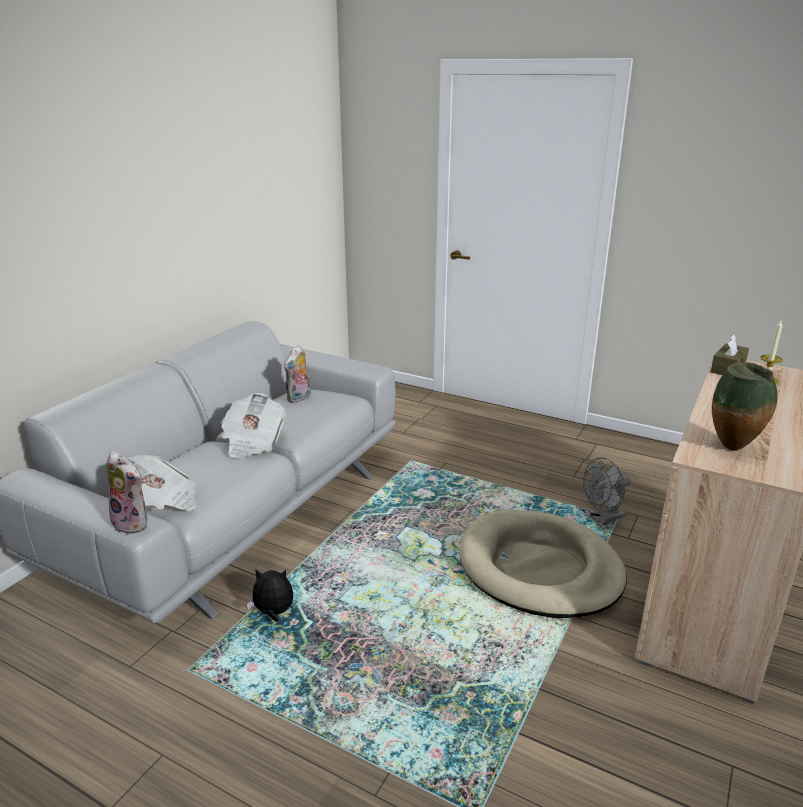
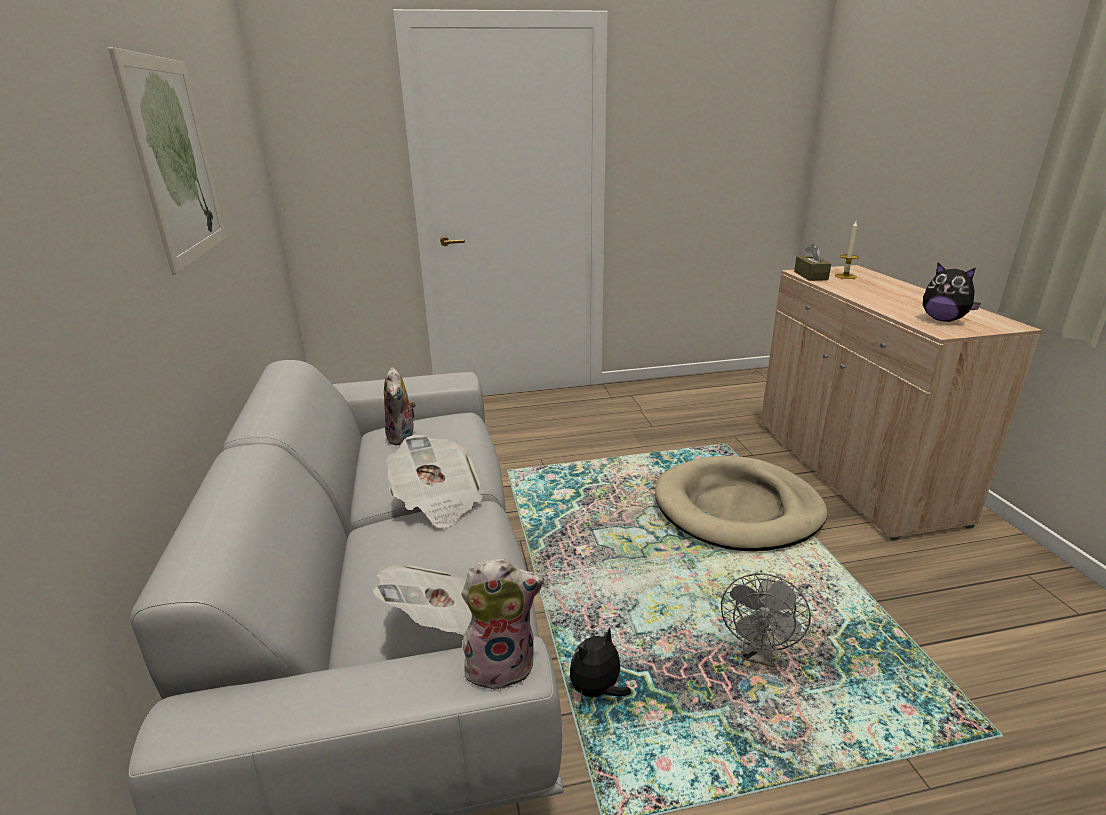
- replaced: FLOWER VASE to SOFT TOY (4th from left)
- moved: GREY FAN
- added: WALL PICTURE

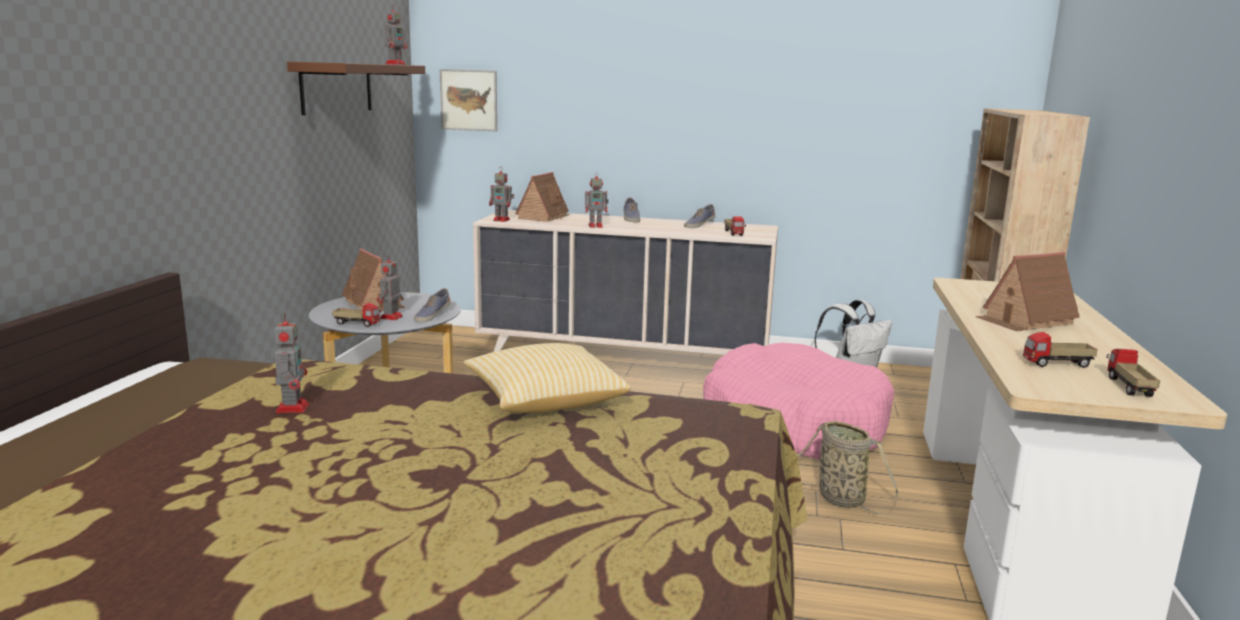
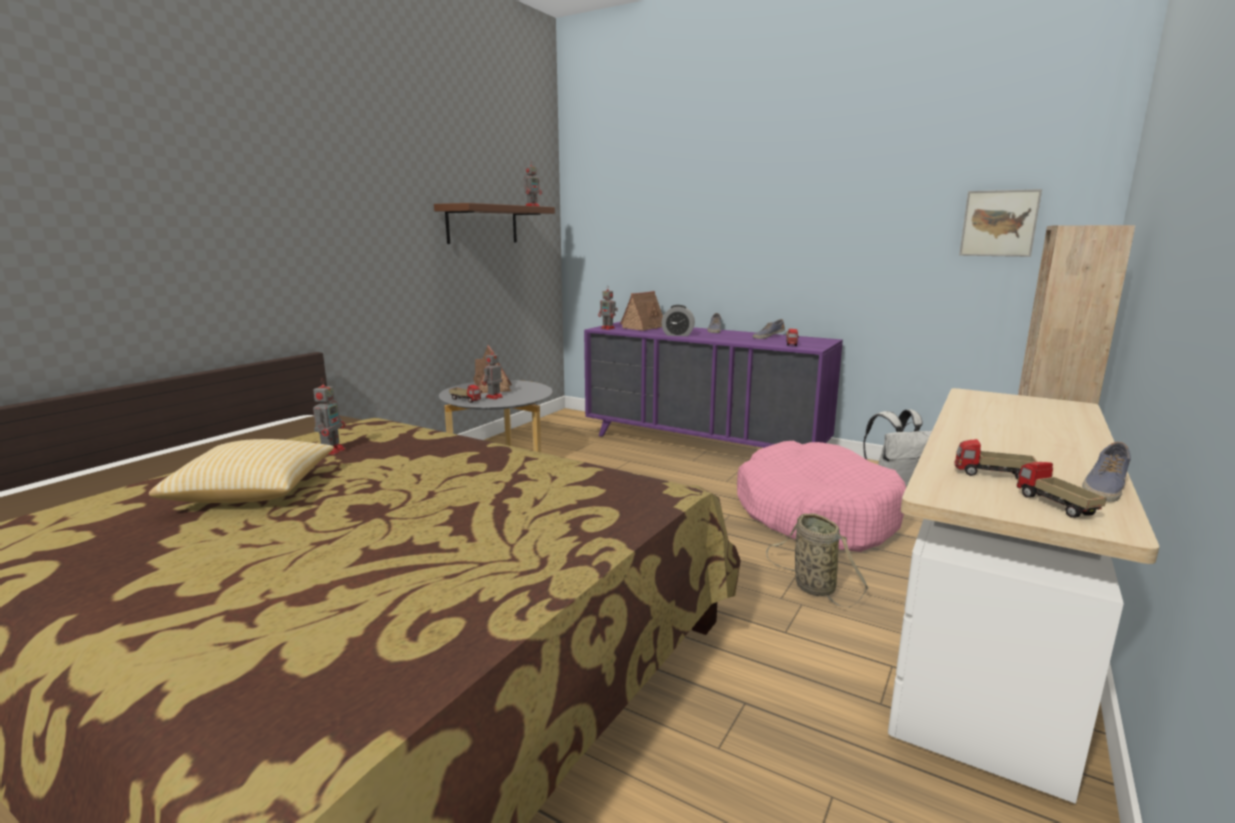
- moved: WALL PICTURE
- replaced: TOY ROBOT (5th from left) to ALARM CLOCK
- recoloured: BEIGE-COLOURED DRAWER CHEST to PURPLISH DRAWER CHEST
- removed: MODEL HOUSE (3rd from left)
- moved: ITEM OF FOOTWEAR (1st from left in the first image) to ITEM OF FOOTWEAR (3rd from left)
- moved: CUSHION
- turned: TOY TRUCK (4th from left) 45 degrees counterclockwise

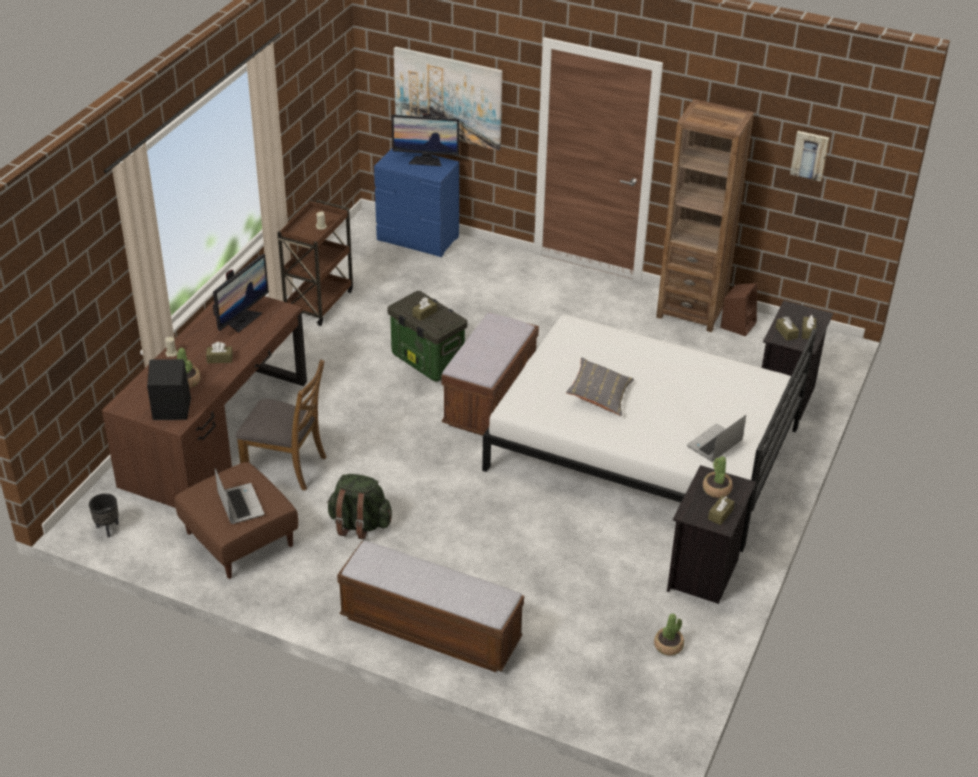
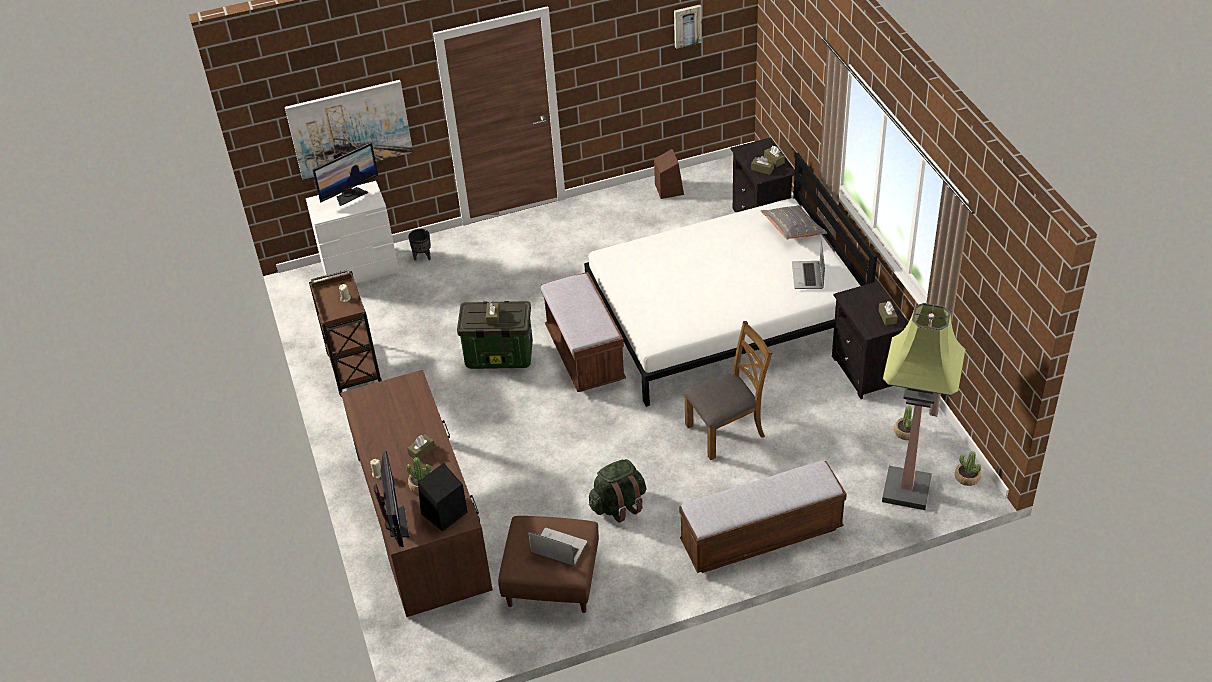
- removed: BROWNISH SHELVING UNIT
- recoloured: BLUE DRAWER CHEST to WHITE-COLOURED DRAWER CHEST
- moved: COMPUTER SCREEN (1st from left in the first image) to COMPUTER SCREEN (2nd from left)
- moved: GREY CUSHION
- moved: BROWNISH PLAIN CHAIR
- moved: HOUSEPLANT (3rd from left)
- moved: BLACKISH PLANT POT
- added: FLOOR LAMP

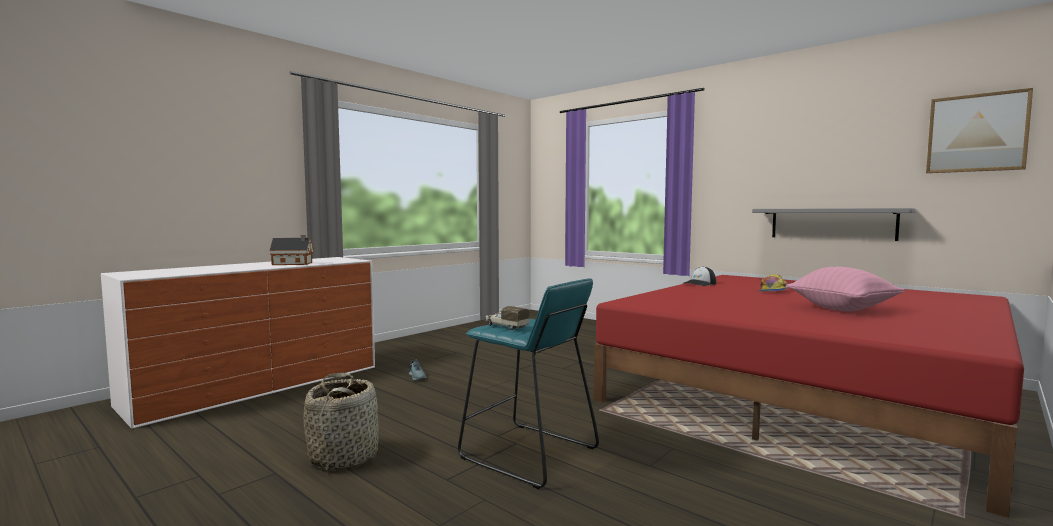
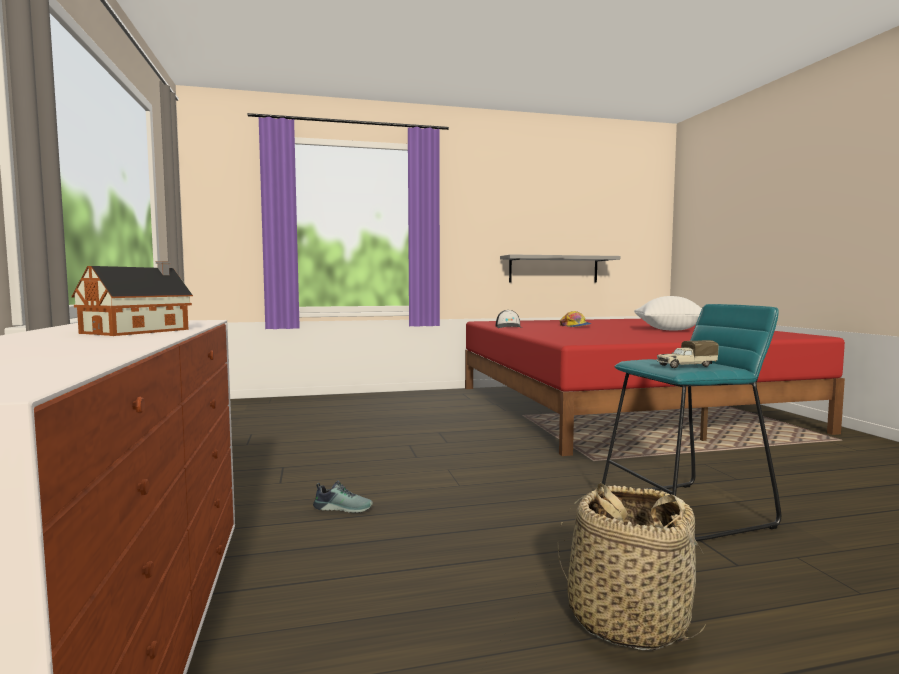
- removed: WALL PICTURE
- recoloured: PINK CUSHION to WHITE-COLOURED CUSHION

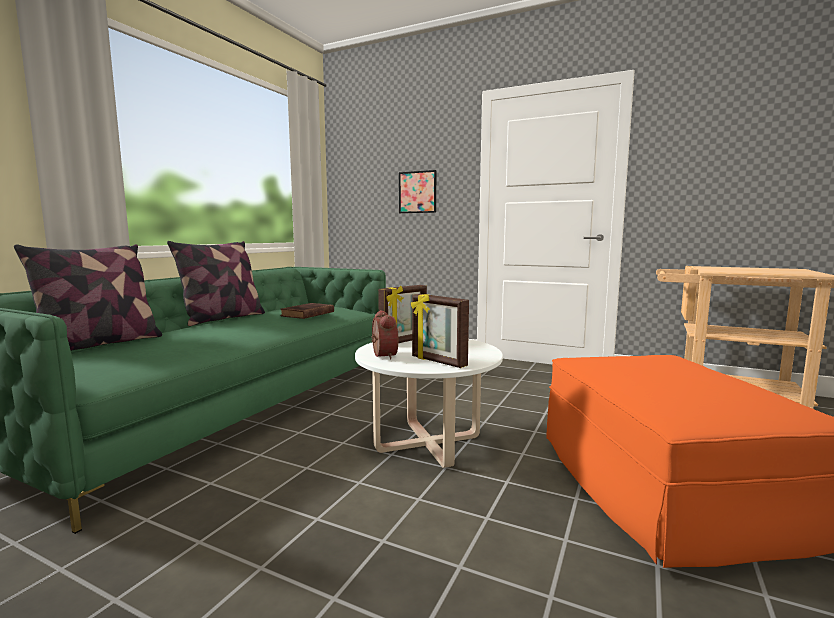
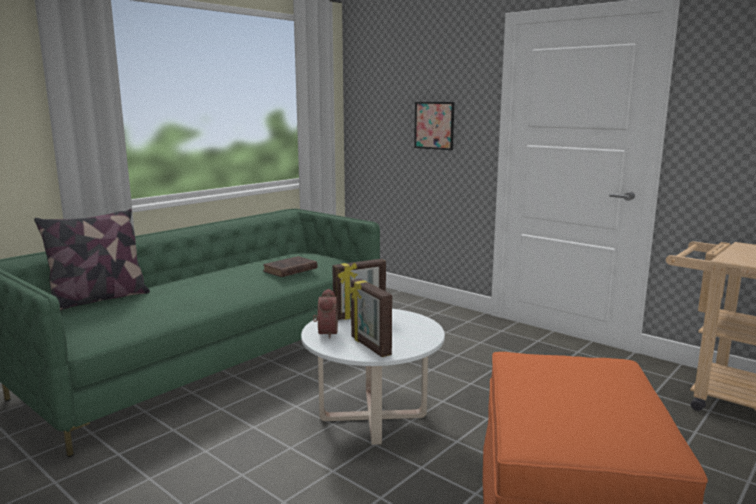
- removed: CUSHION (2nd from left)

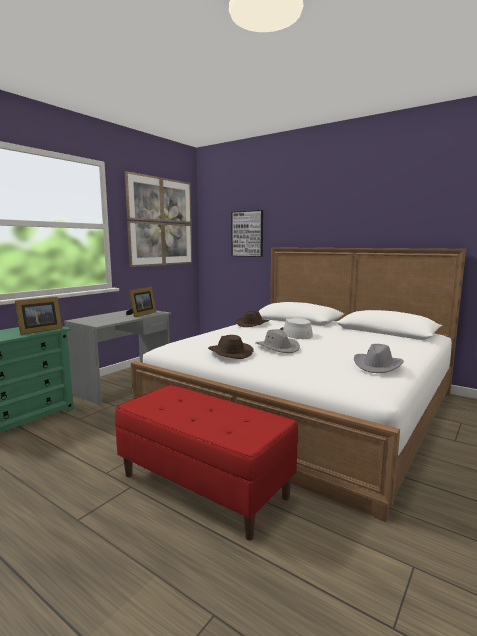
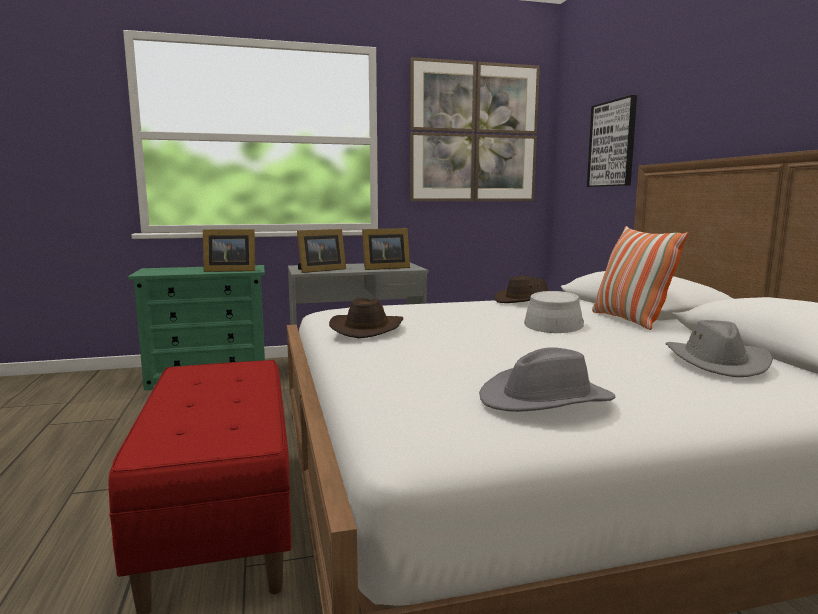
- moved: GREY WEARABLE HAT (1st from left in the first image) to GREY WEARABLE HAT (3rd from left)
- added: CUSHION
- added: PICTURE FRAME (2nd from left)

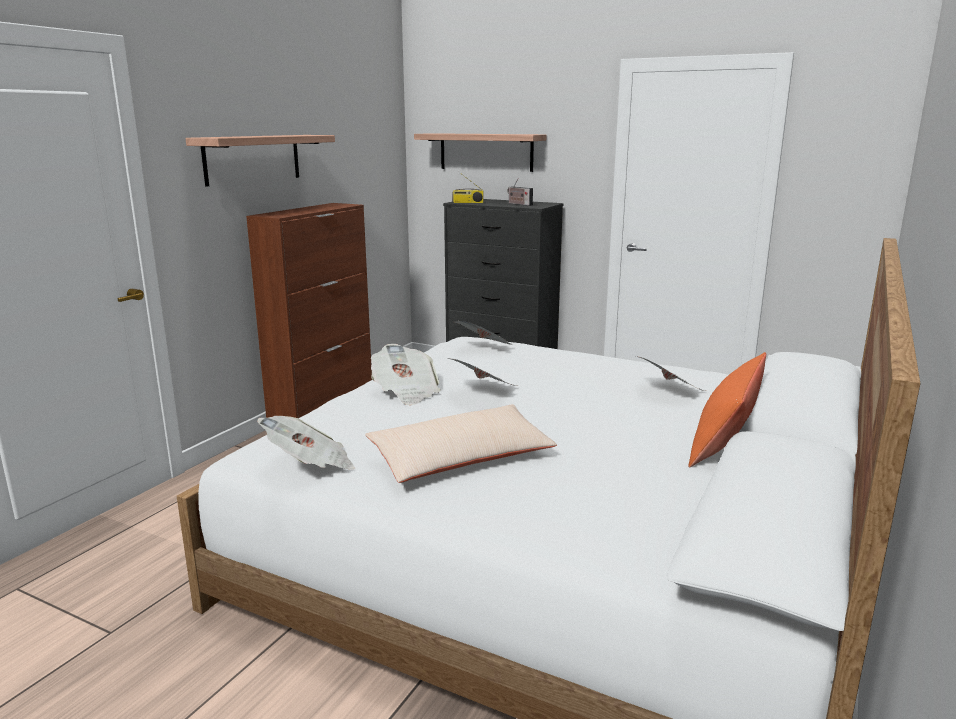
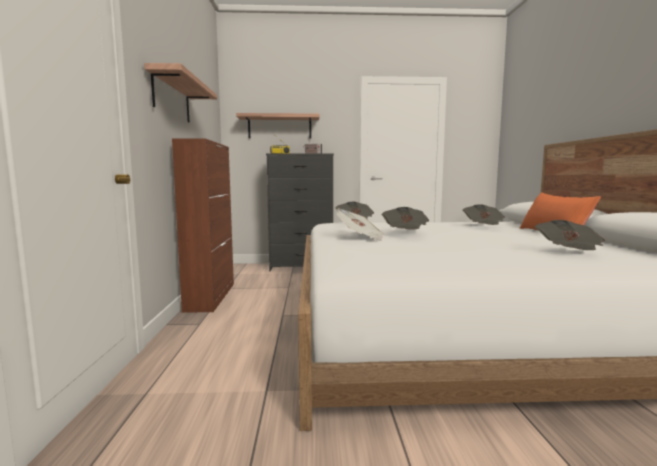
- removed: BEIGE-COLOURED CUSHION
- moved: NEWSPAPER (1st from left in the first image) to NEWSPAPER (5th from left)

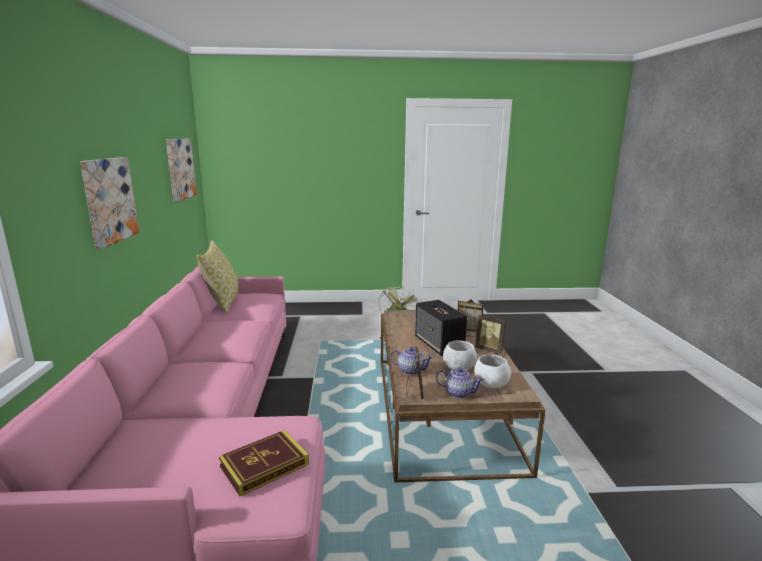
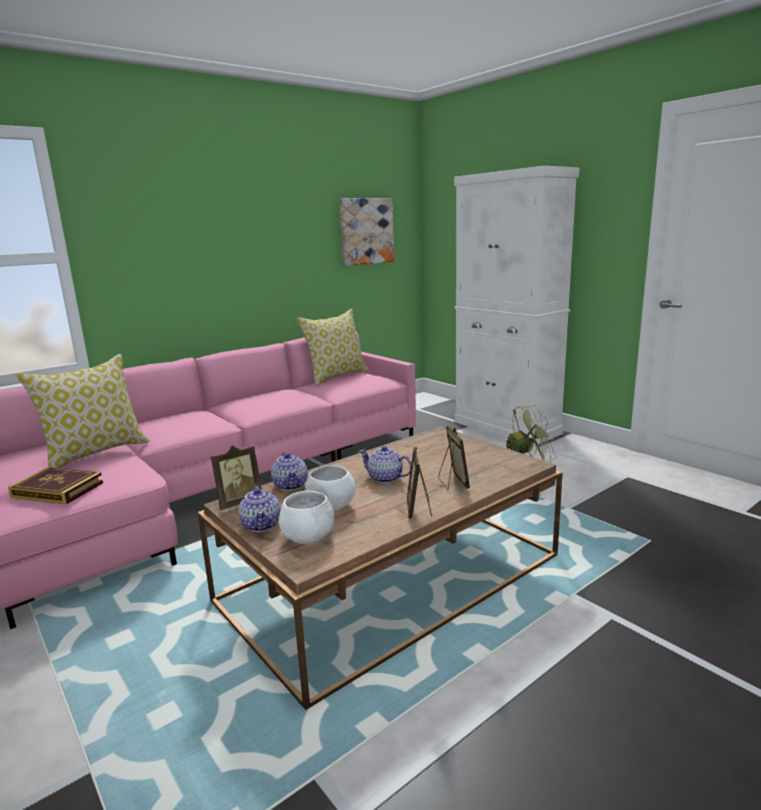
- removed: WALL PICTURE (1st from left)
- replaced: SPEAKER to TEAPOT (3rd from left)
- added: WHITE-COLOURED STORAGE CABINET
- added: CUSHION (1st from left)

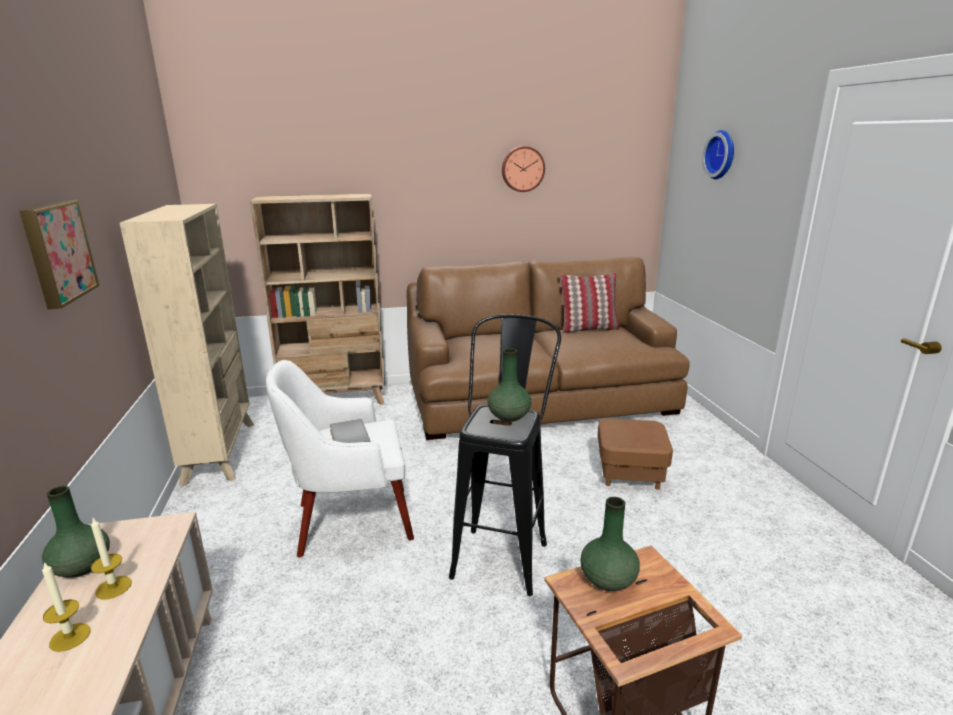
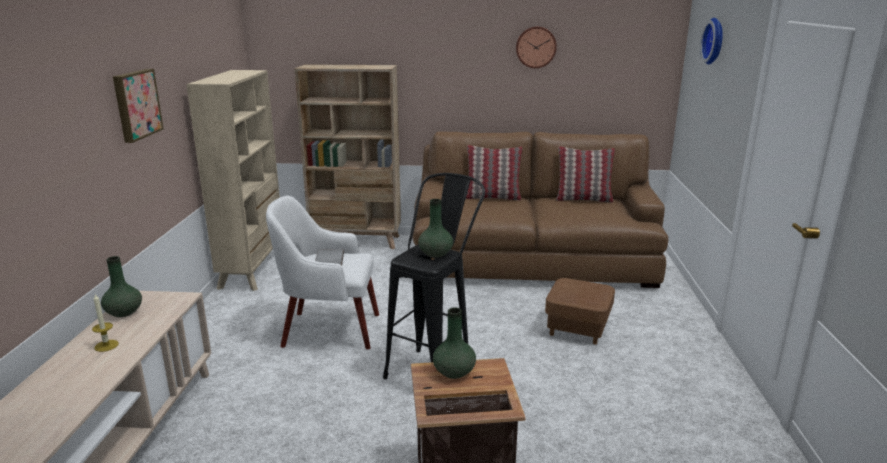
- removed: CANDLE (2nd from left)
- added: CUSHION (1st from left)

